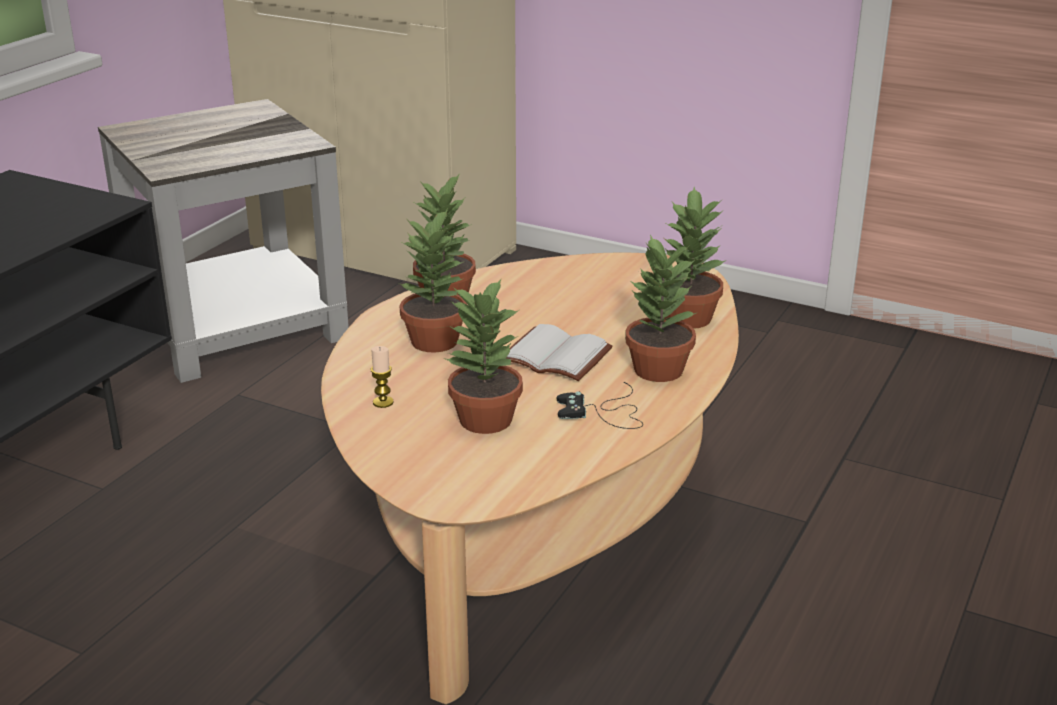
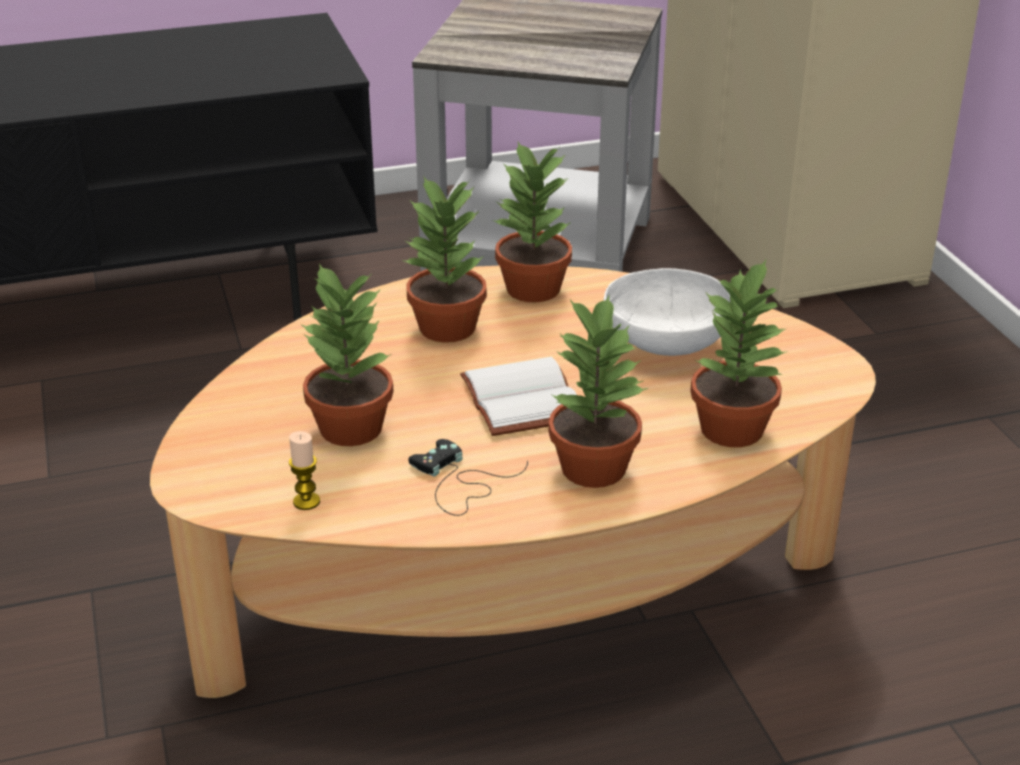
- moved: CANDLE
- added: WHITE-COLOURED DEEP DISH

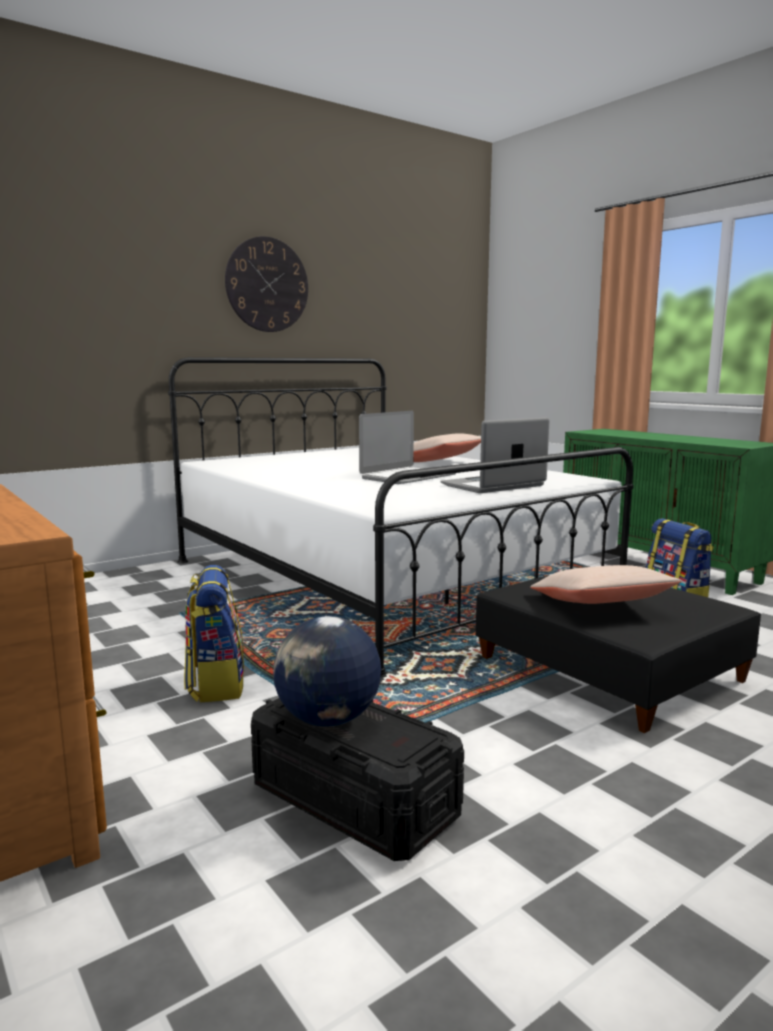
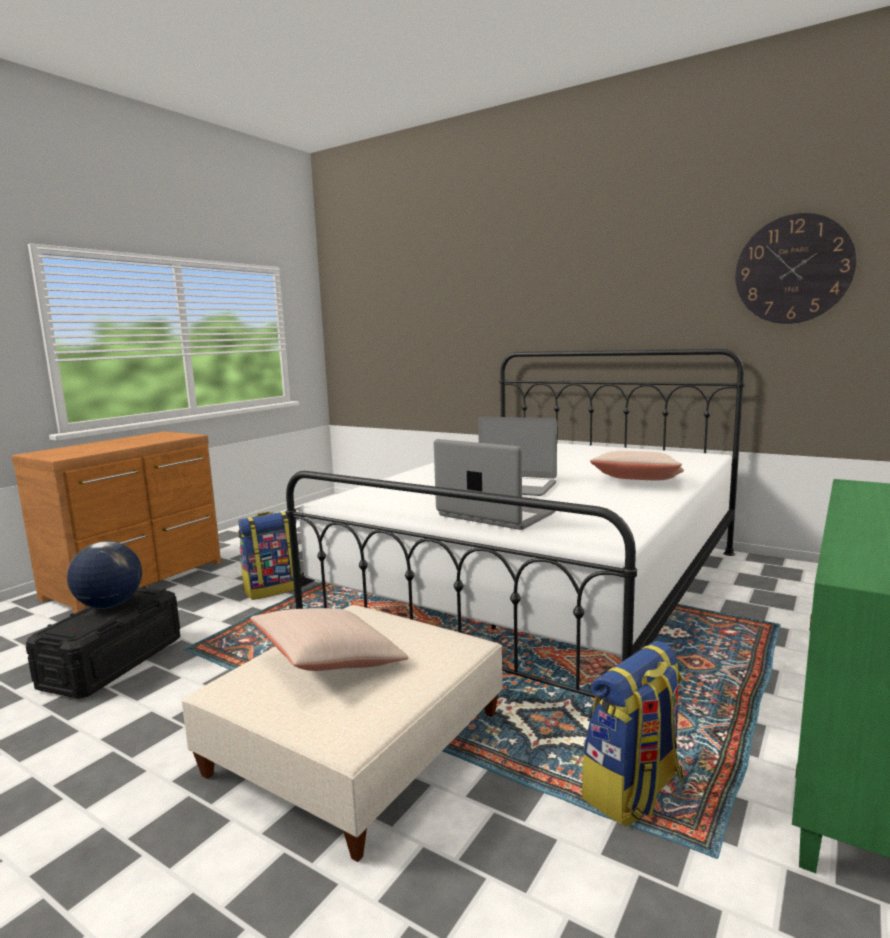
- moved: CLOCK ON THE WALL
- recoloured: BLACKISH POUFFE to BEIGE-COLOURED POUFFE

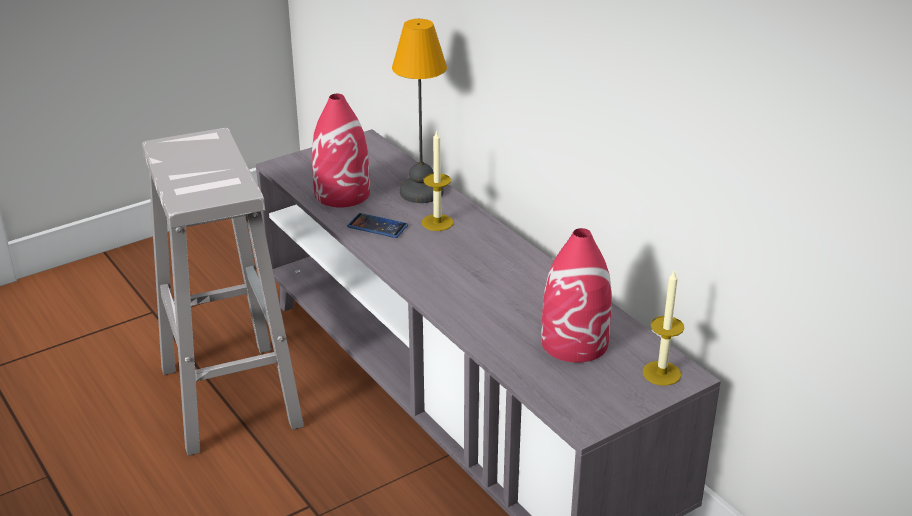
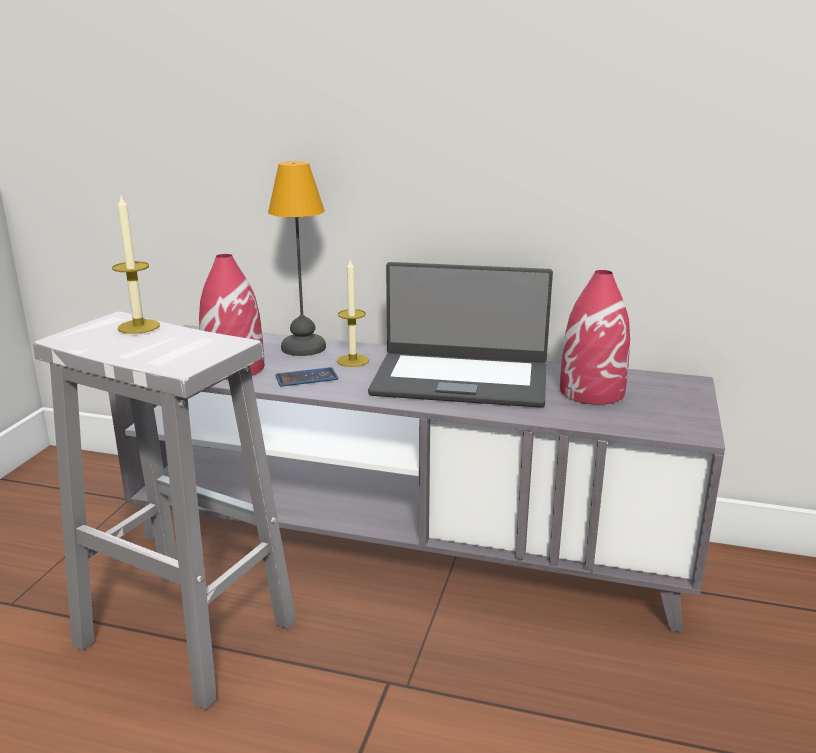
- moved: CANDLE (2nd from left in the first image) to CANDLE (1st from left)
- added: PORTABLE COMPUTER

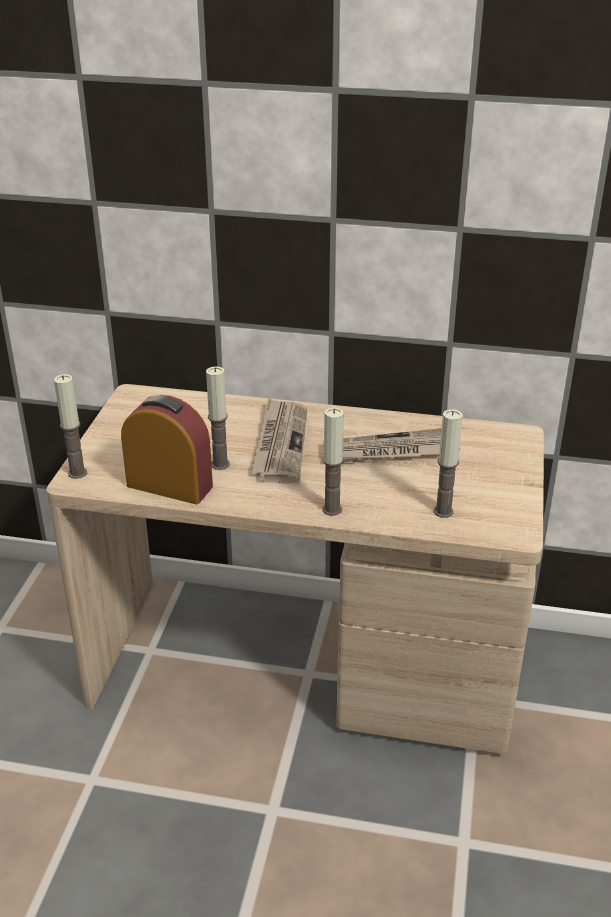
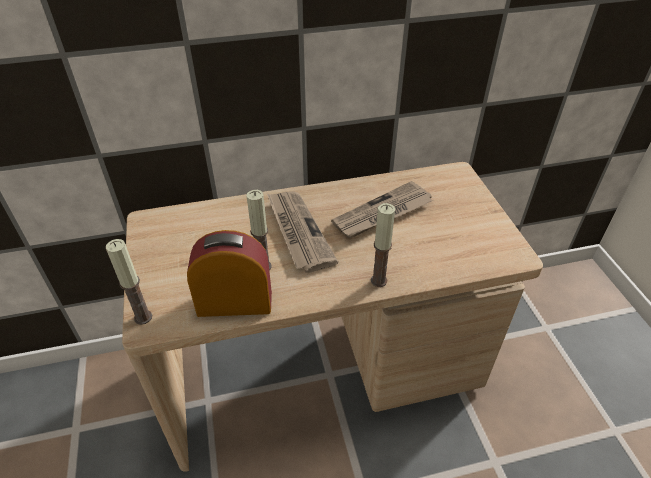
- removed: CANDLE (4th from left)

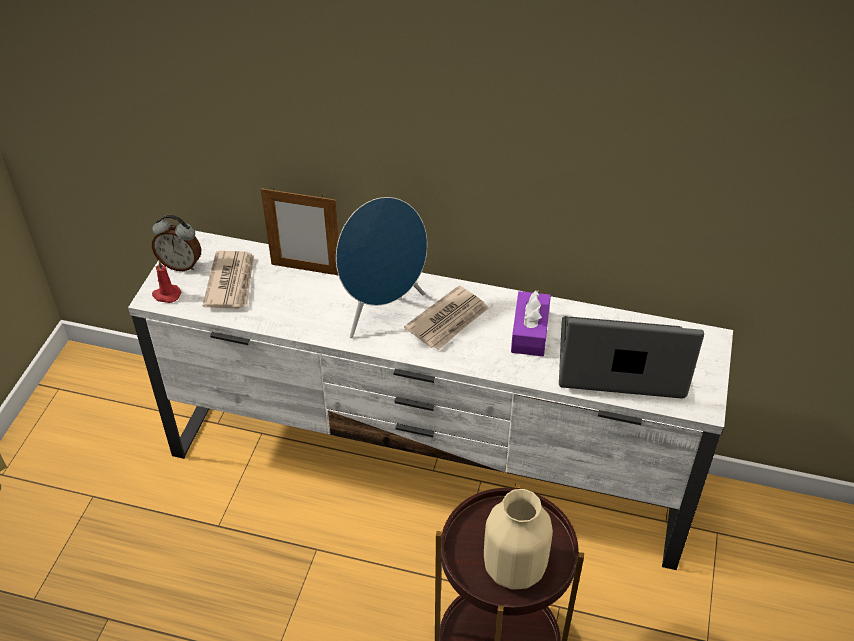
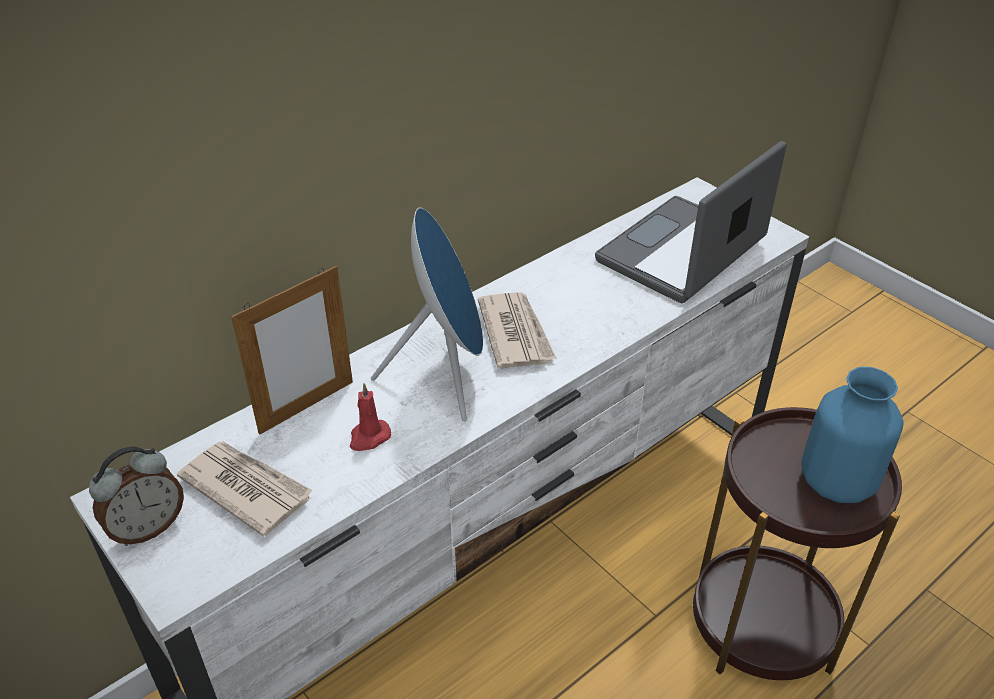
- moved: RED-COLOURED CANDLE
- removed: PURPLISH TISSUE HOLDER
- recoloured: BEIGE-COLOURED FLOWER VASE to BLUE FLOWER VASE

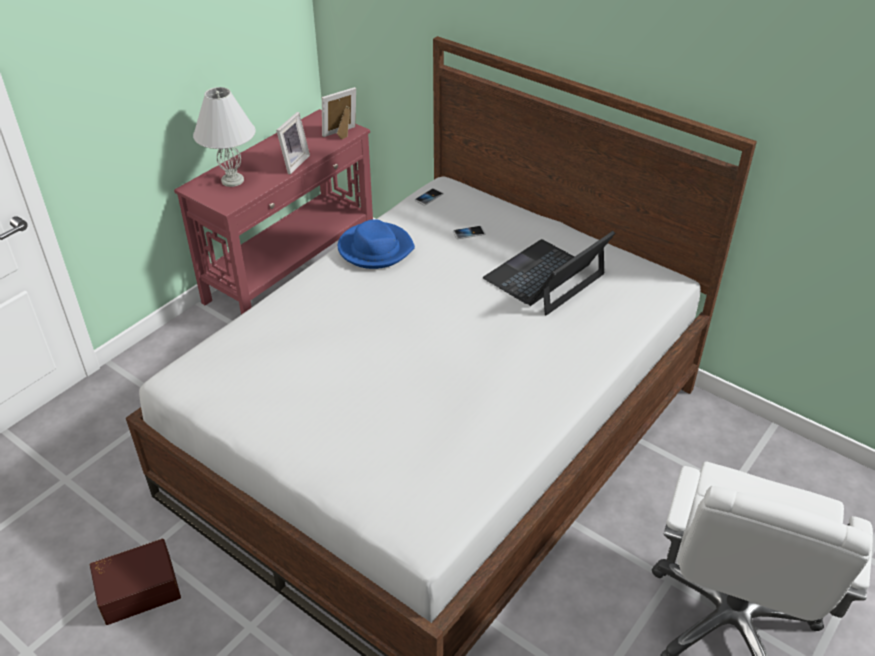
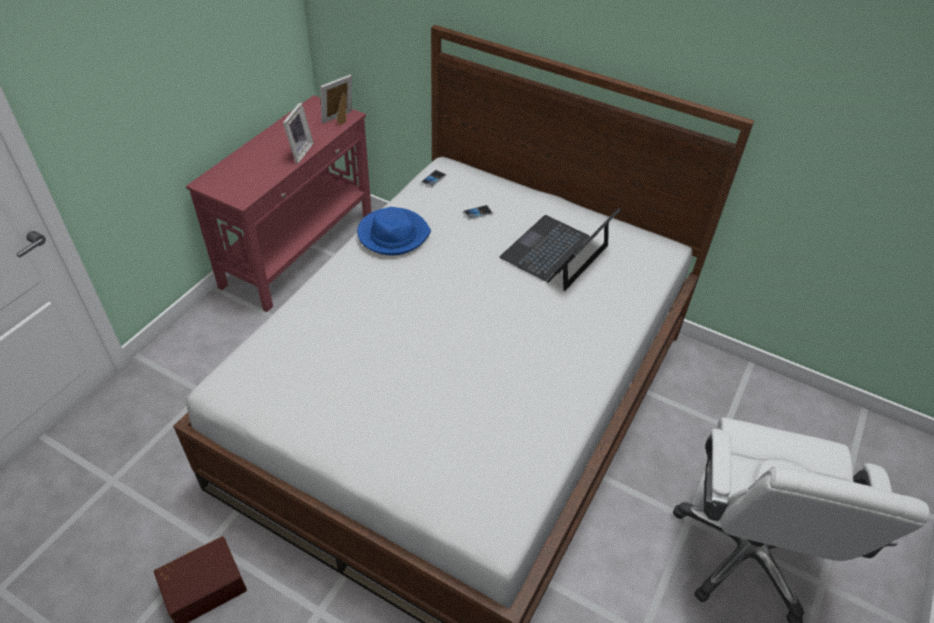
- removed: WHITE-COLOURED TABLE LAMP

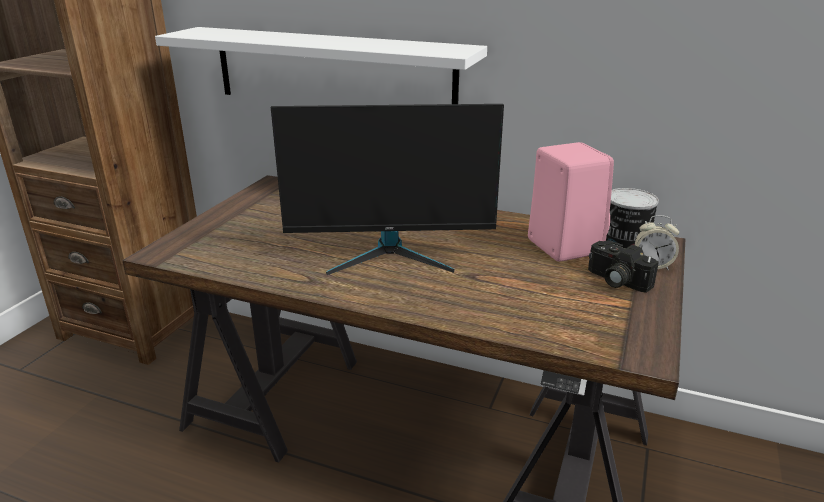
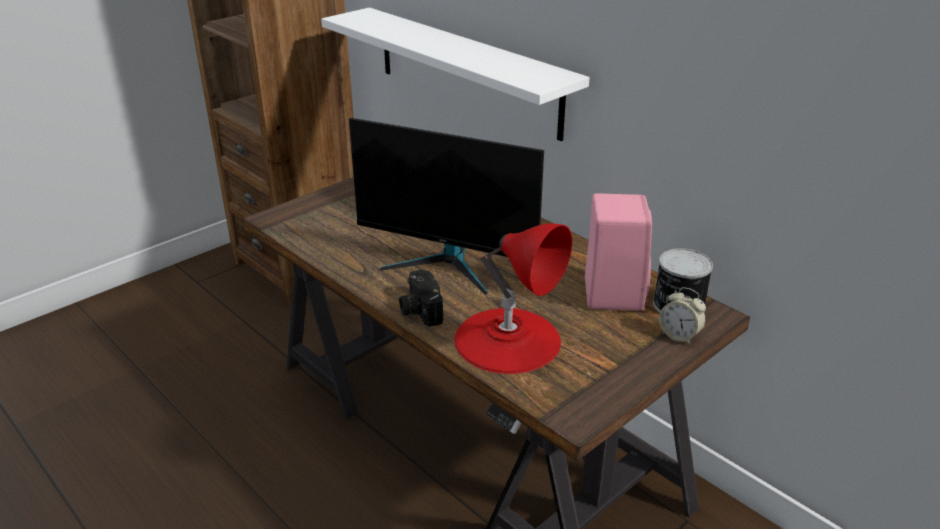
- moved: STILL CAMERA
- added: RED-COLOURED TABLE LAMP

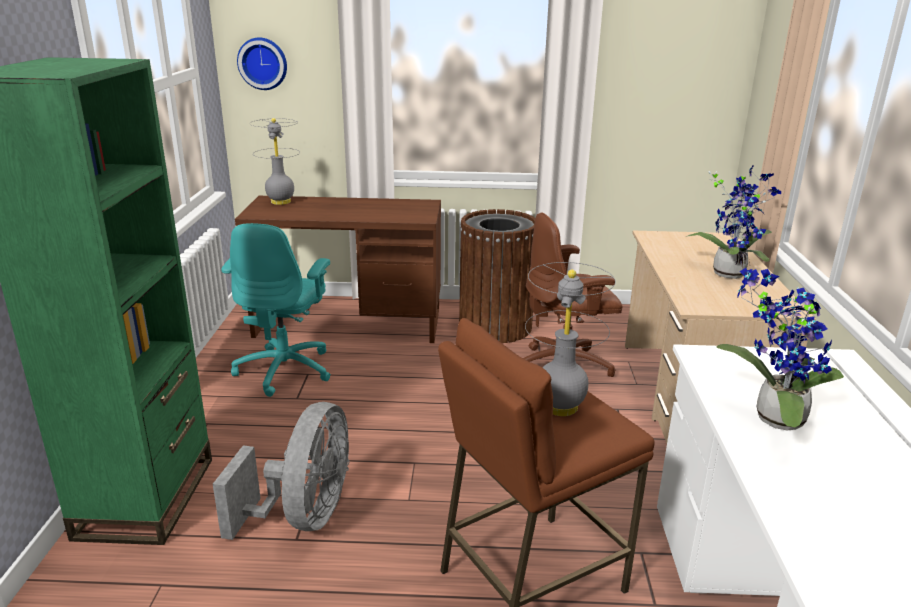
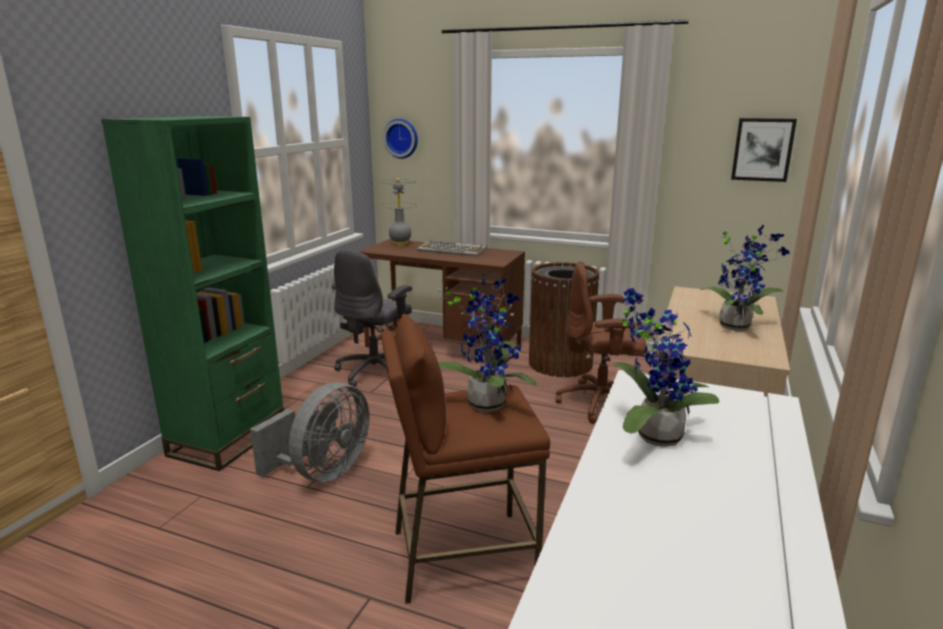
- recoloured: TURQUOISE-COLOURED DESK CHAIR to GREY DESK CHAIR
- replaced: GREY TABLE LAMP (2nd from left) to HOUSEPLANT (1st from left)
- added: WALL PICTURE
- added: KEYBOARD

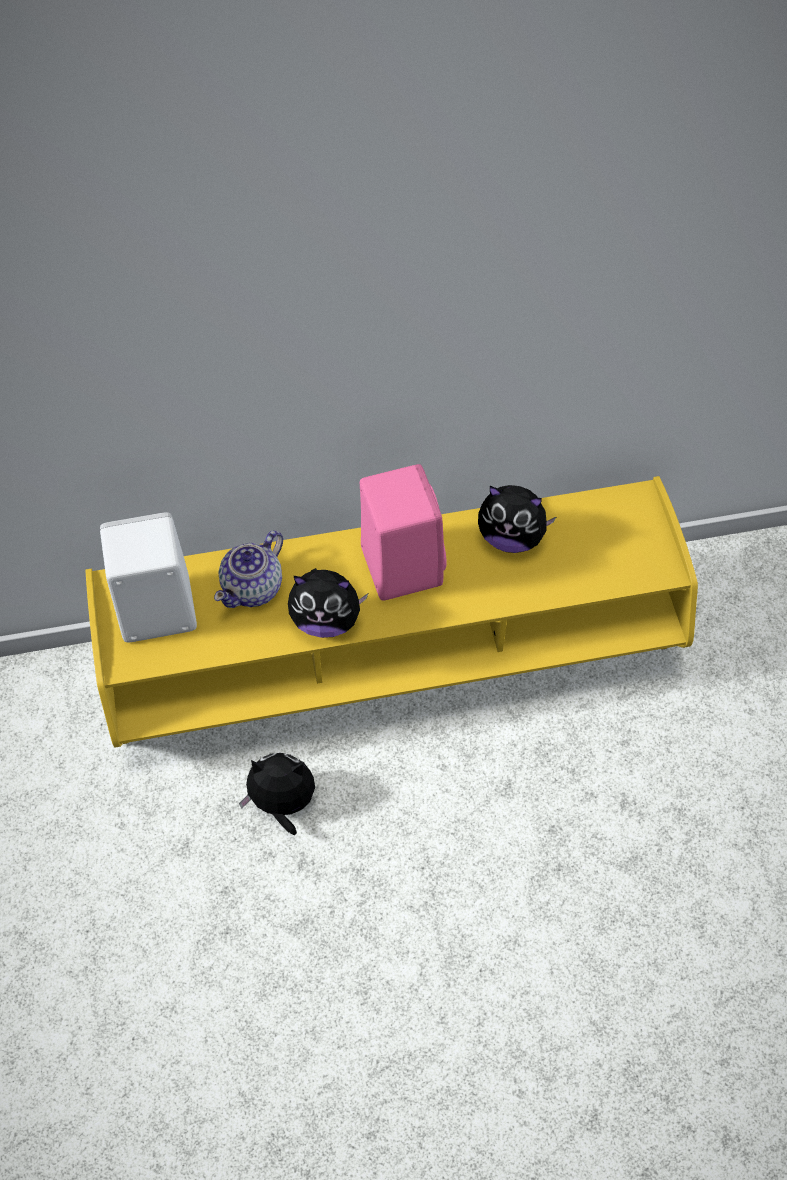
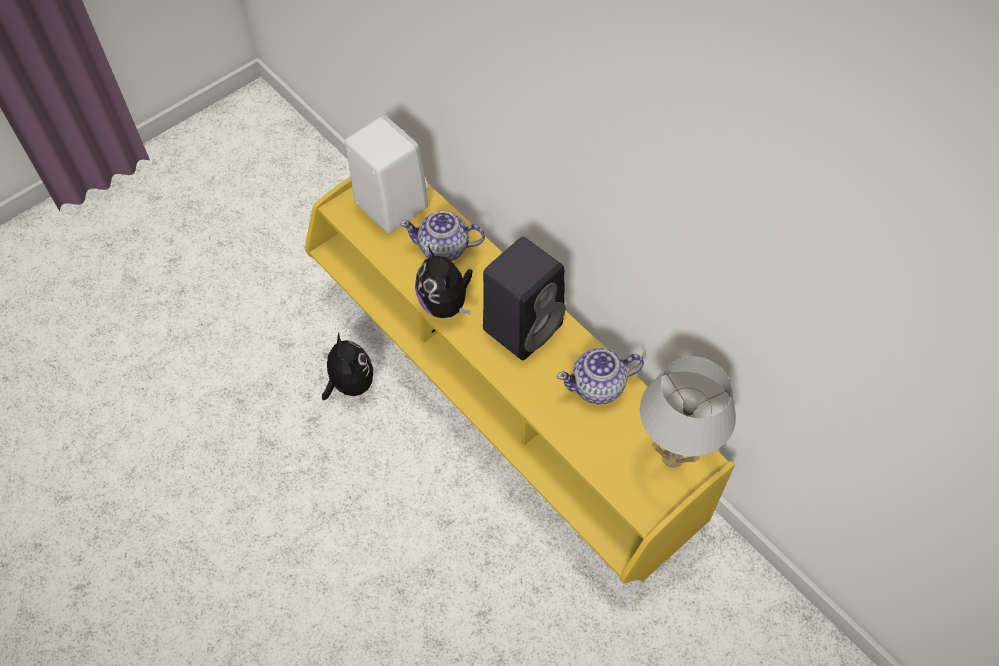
- recoloured: PINK SPEAKER to BLACKISH SPEAKER
- replaced: SOFT TOY (3rd from left) to TEAPOT (2nd from left)
- added: WHITE-COLOURED TABLE LAMP

